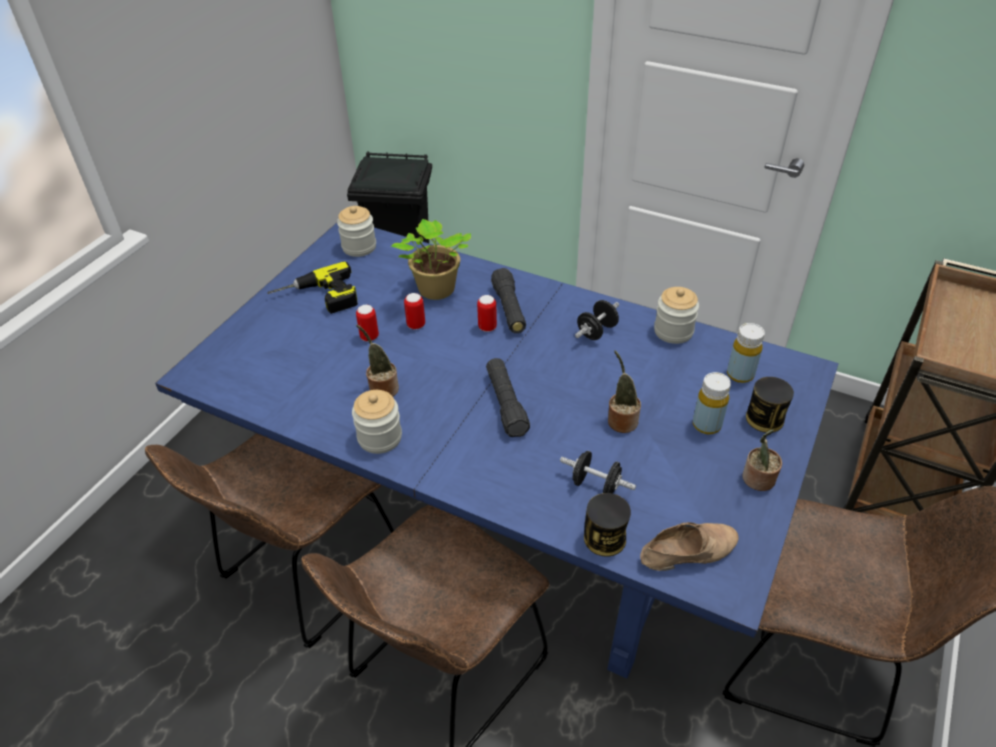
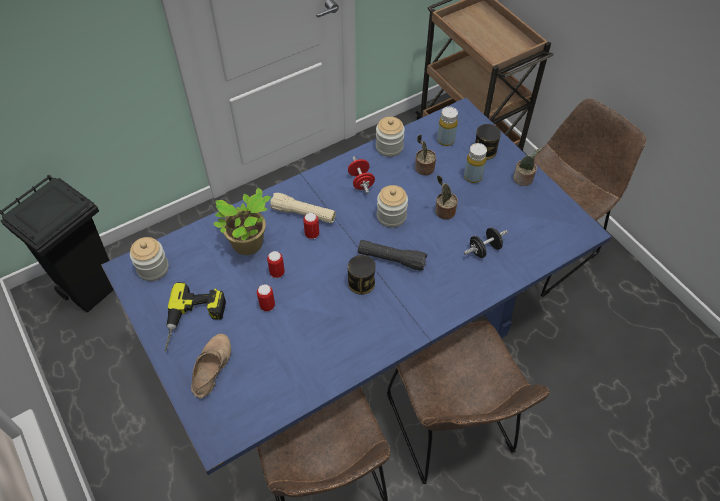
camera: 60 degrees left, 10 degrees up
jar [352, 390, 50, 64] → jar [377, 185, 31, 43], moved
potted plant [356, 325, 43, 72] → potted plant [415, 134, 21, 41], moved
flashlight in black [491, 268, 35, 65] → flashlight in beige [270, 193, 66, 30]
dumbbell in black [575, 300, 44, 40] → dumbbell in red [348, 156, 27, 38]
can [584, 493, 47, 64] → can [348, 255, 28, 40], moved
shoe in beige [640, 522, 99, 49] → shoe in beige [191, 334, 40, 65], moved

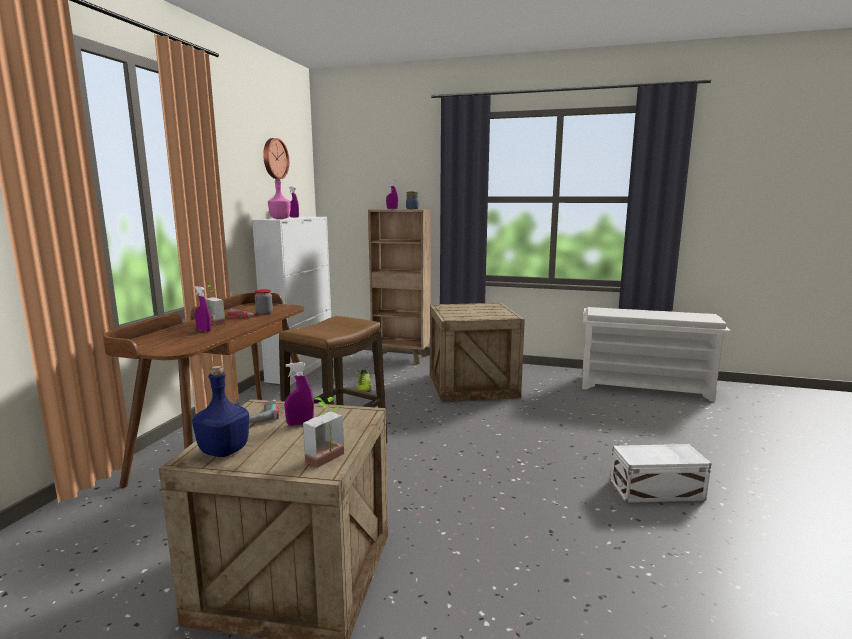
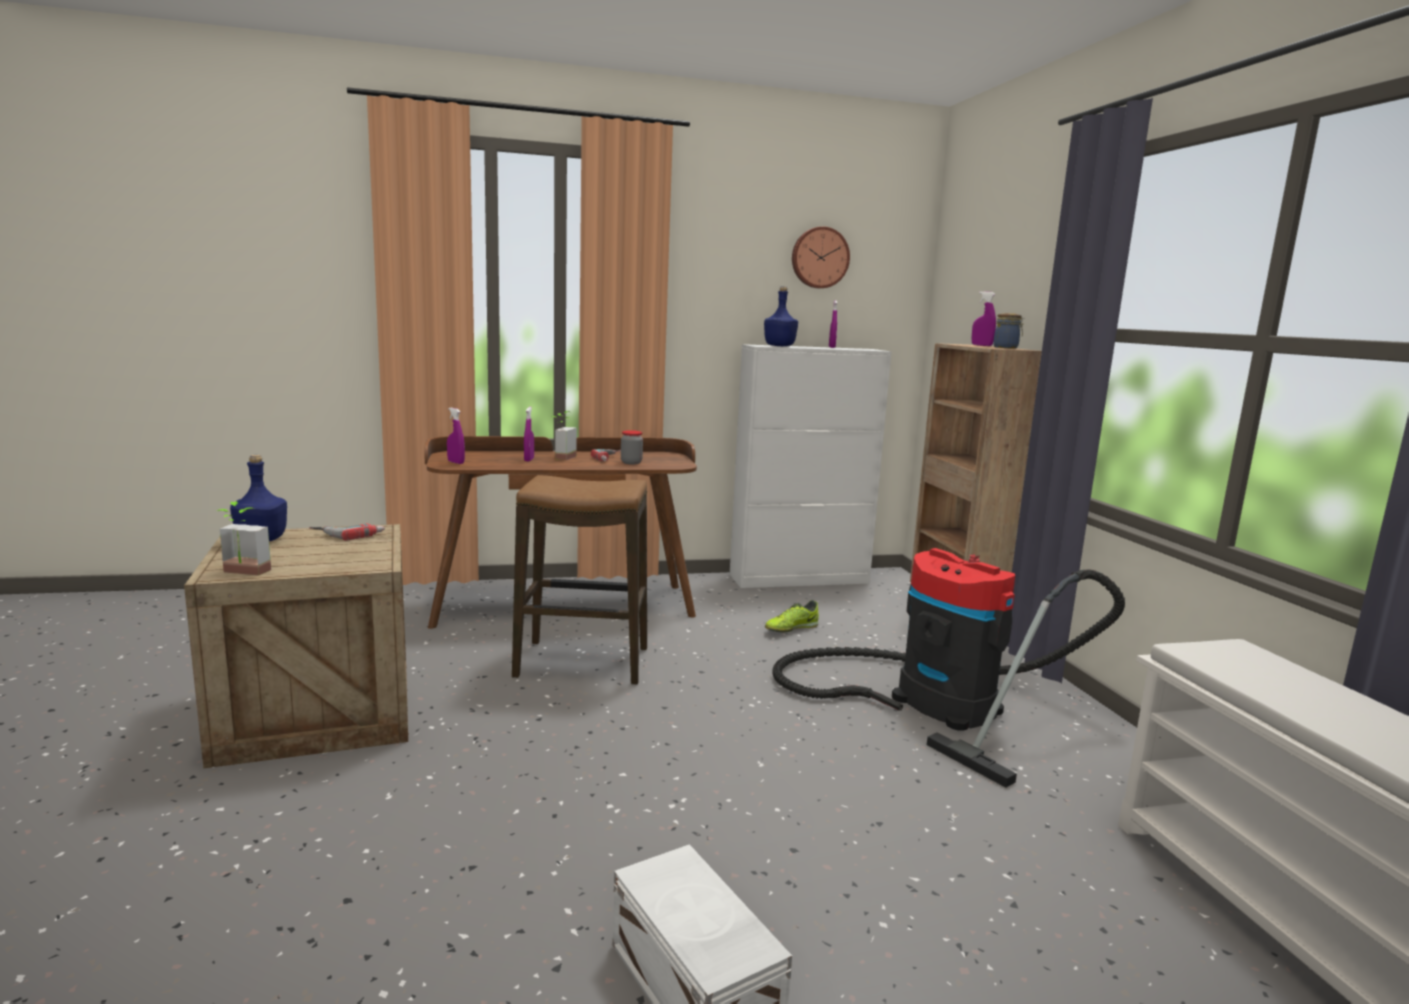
camera: 60 degrees right, 0 degrees up
bottle in pink [268, 178, 23, 41] → bottle in blue [764, 287, 34, 59]
spray bottle in purple [284, 362, 30, 64] → spray bottle in purple [447, 408, 18, 56], moved
crate [430, 303, 95, 99] → vacuum cleaner [772, 548, 353, 240]

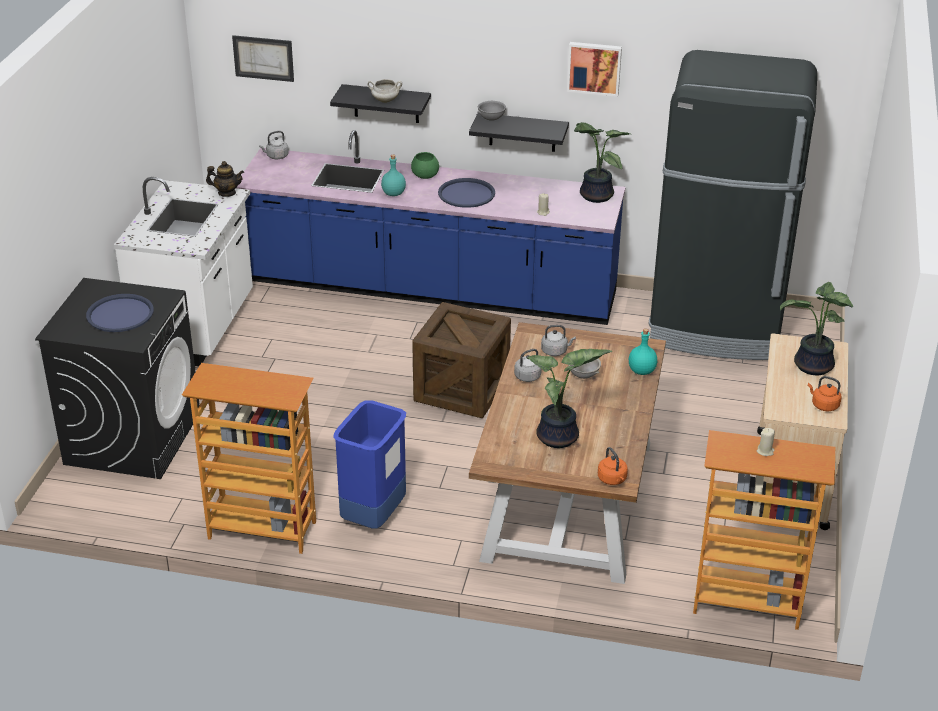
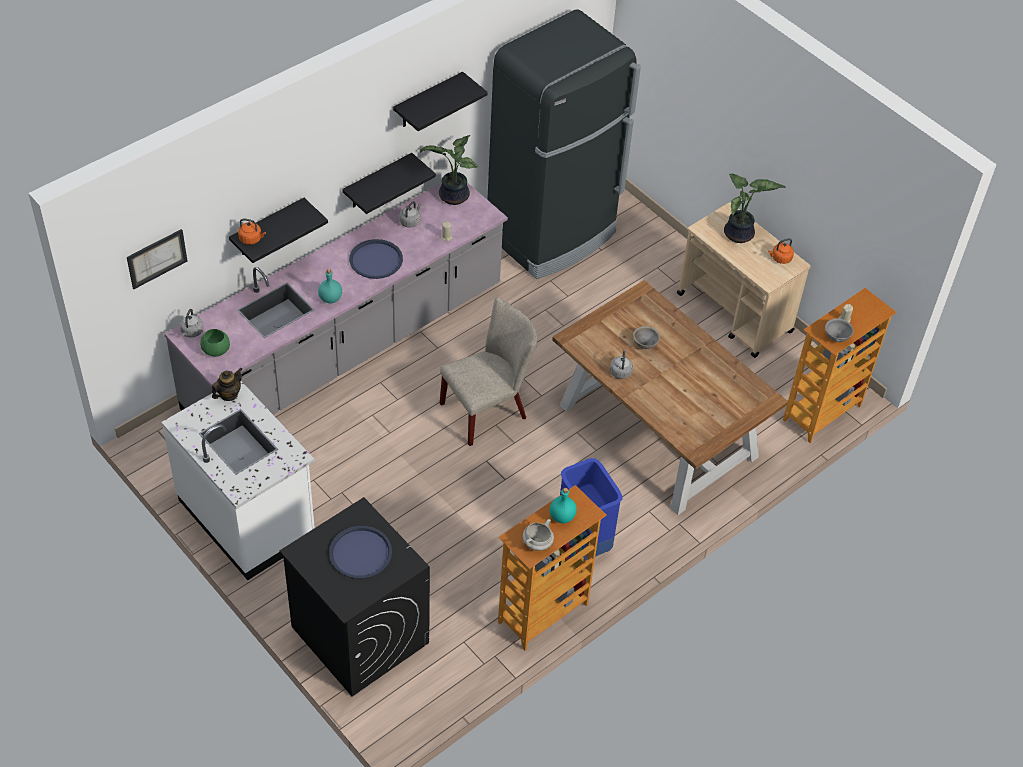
camera: 55 degrees left, 15 degrees up
counter in blue [236, 130, 389, 195] → counter in grey [164, 183, 344, 232]
cooking pot in white [367, 79, 35, 24] → cooking pot in white [522, 519, 32, 32], moved
bowl in green [411, 152, 28, 27] → bowl in green [200, 329, 30, 28], moved
crate [412, 302, 99, 116] → chair in beige [440, 297, 97, 149]
bowl in grey [478, 101, 28, 20] → bowl in grey [825, 318, 28, 24], moved
potted plant [527, 349, 85, 99] → -
kettle in grey [541, 325, 35, 31] → kettle in grey [399, 201, 22, 27], moved
picture [567, 42, 55, 55] → shelf in black [393, 72, 95, 59]
kettle in orange [598, 447, 30, 38] → kettle in orange [238, 218, 28, 27], moved
bottle in turquoise [629, 329, 28, 46] → bottle in turquoise [549, 488, 28, 35], moved

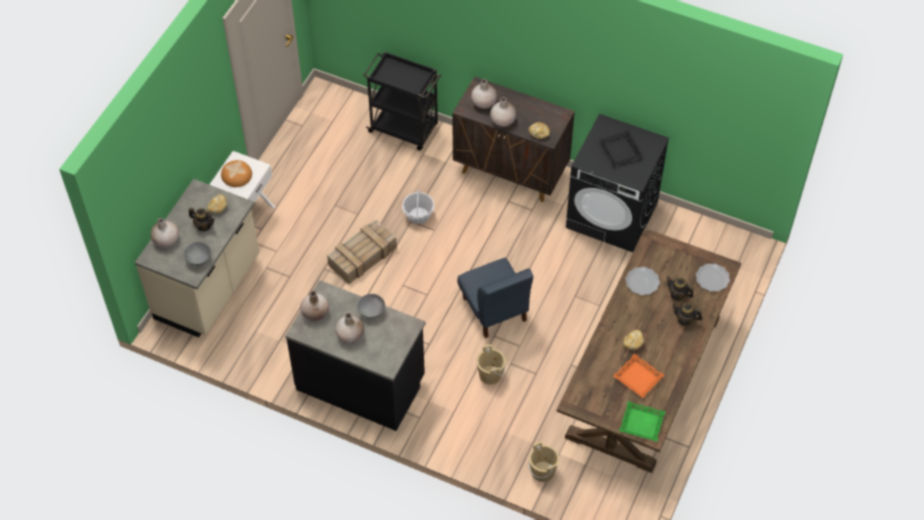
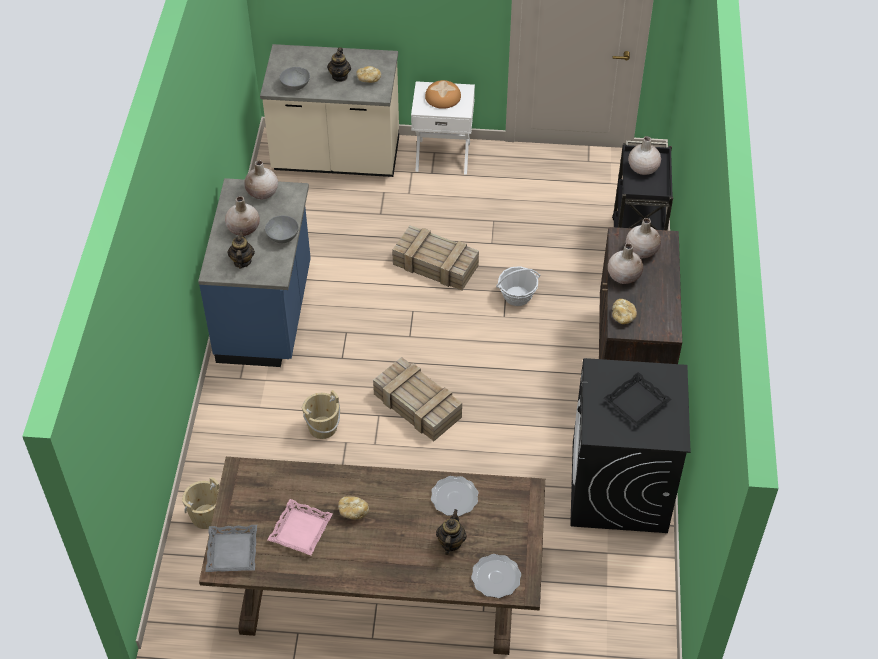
camera: 70 degrees right, 5 degrees down
vase in beige [151, 218, 28, 29] → vase in beige [628, 136, 33, 39], moved
counter in black [285, 280, 141, 151] → counter in blue [198, 178, 113, 189]
chair in blue [457, 258, 76, 80] → crate [373, 357, 89, 84]
tray in orange [613, 354, 52, 44] → tray in pink [267, 499, 66, 57]
tray in green [619, 401, 47, 41] → tray in grey [206, 525, 51, 47]
teapot [672, 303, 30, 23] → teapot [227, 230, 28, 39], moved

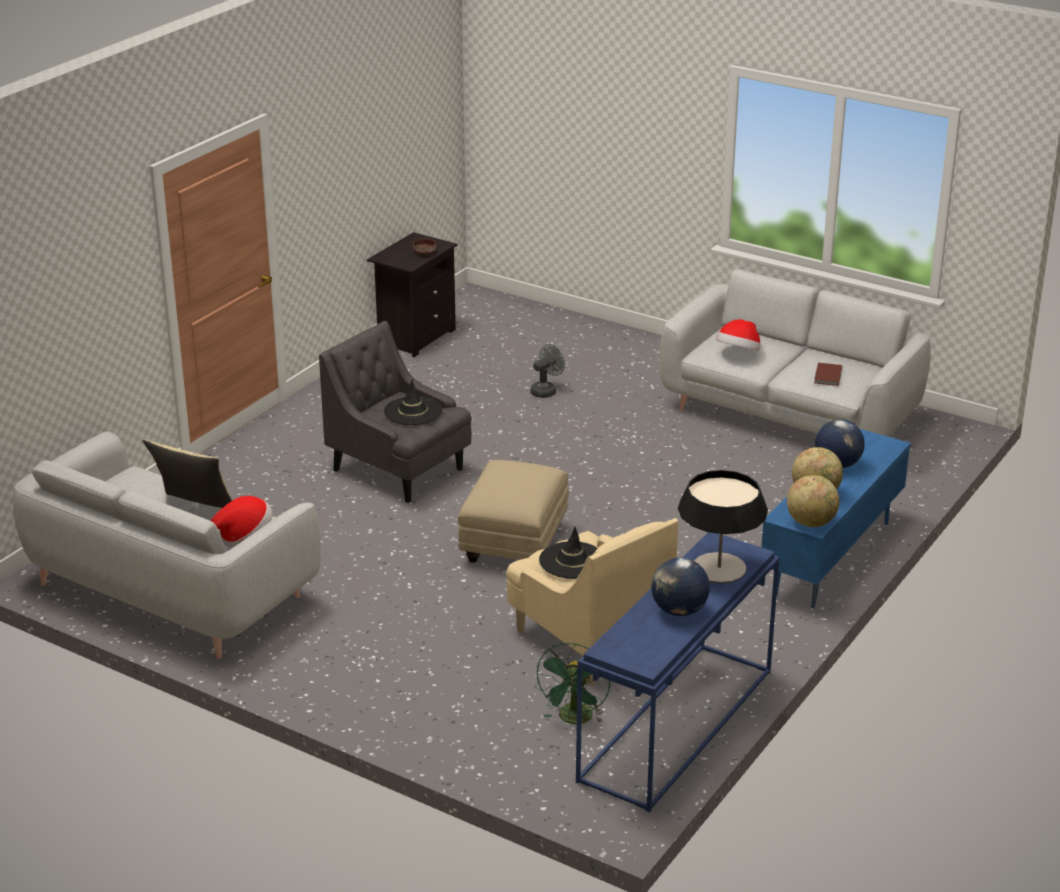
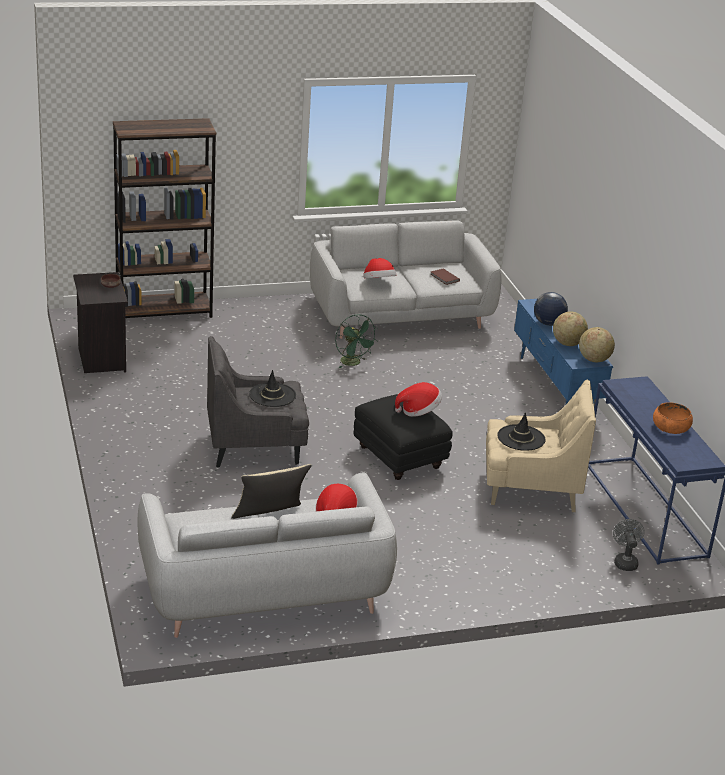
camera: 50 degrees left, 0 degrees up
ottoman in beige [458, 460, 111, 103] → ottoman in black [353, 394, 100, 86]
fan in grey [531, 344, 34, 54] → fan in grey [613, 519, 32, 52], moved
fan in green [535, 643, 75, 81] → fan in green [335, 314, 43, 54], moved
globe [651, 558, 59, 58] → bowl in orange [653, 402, 40, 32]
table lamp [678, 470, 90, 113] → -
- → bookcase in brown [113, 118, 103, 200]
- → hat [395, 382, 47, 35]

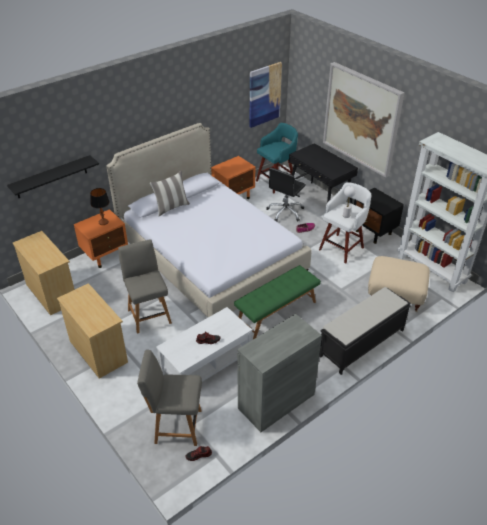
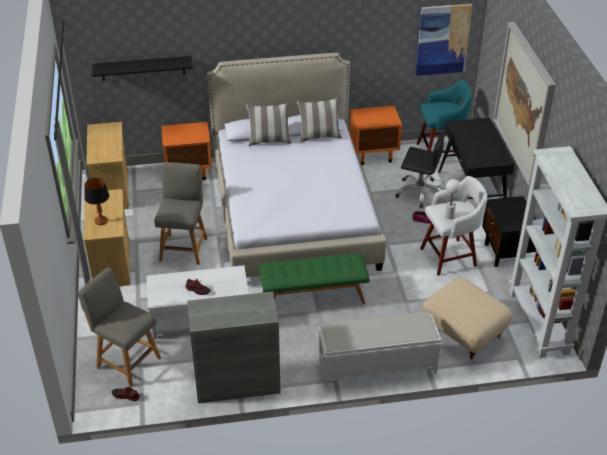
camera: 30 degrees right, 0 degrees up
table lamp [90, 188, 20, 37] → table lamp [84, 178, 25, 47], moved
office chair in black [266, 168, 40, 54] → office chair in black [395, 129, 51, 79], 135 degrees counterclockwise
bench in black [319, 287, 92, 88] → bench in white [318, 312, 124, 75]
- → pillow [297, 97, 45, 45]

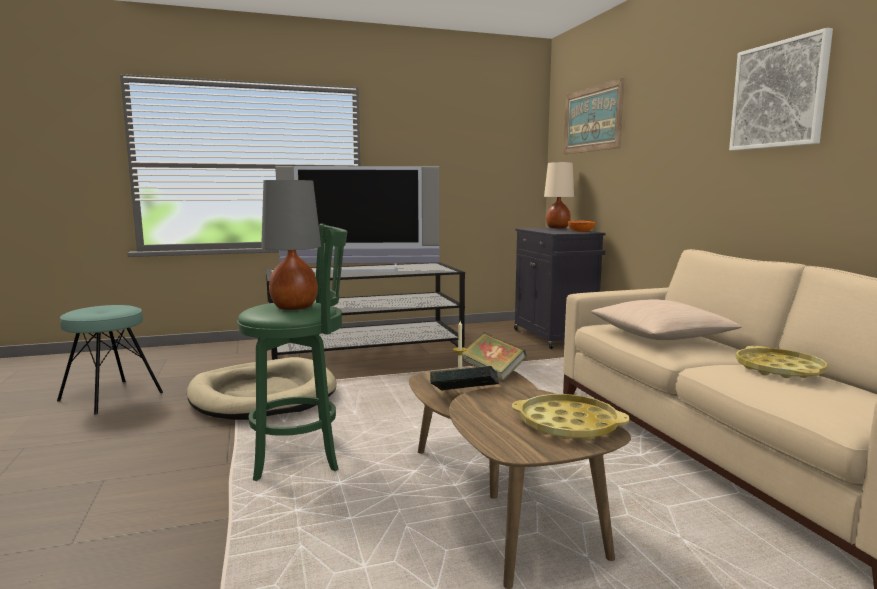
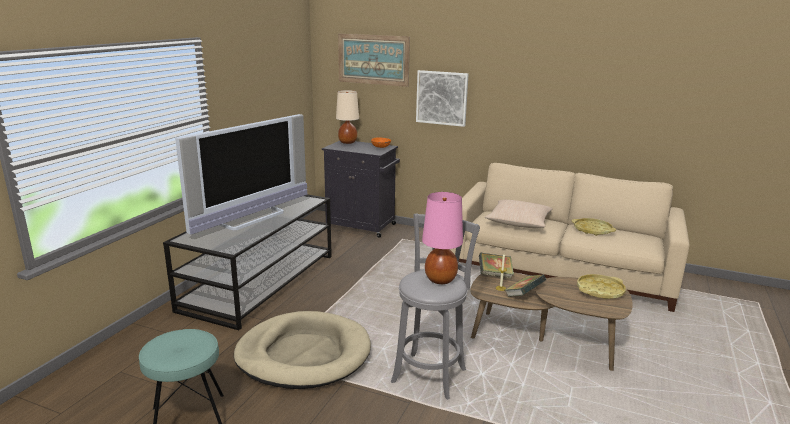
camera: 50 degrees left, 10 degrees up
stool in green [237, 224, 110, 257] → stool in grey [391, 214, 89, 186]
table lamp in grey [261, 180, 60, 130] → table lamp in pink [422, 192, 41, 92]
picture [729, 28, 104, 123] → picture [416, 70, 53, 57], moved

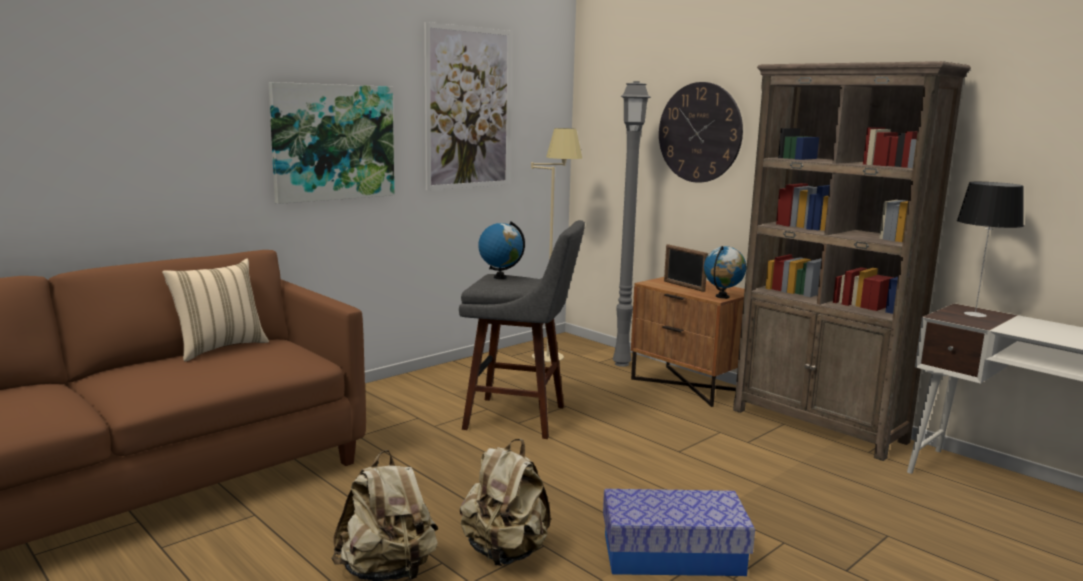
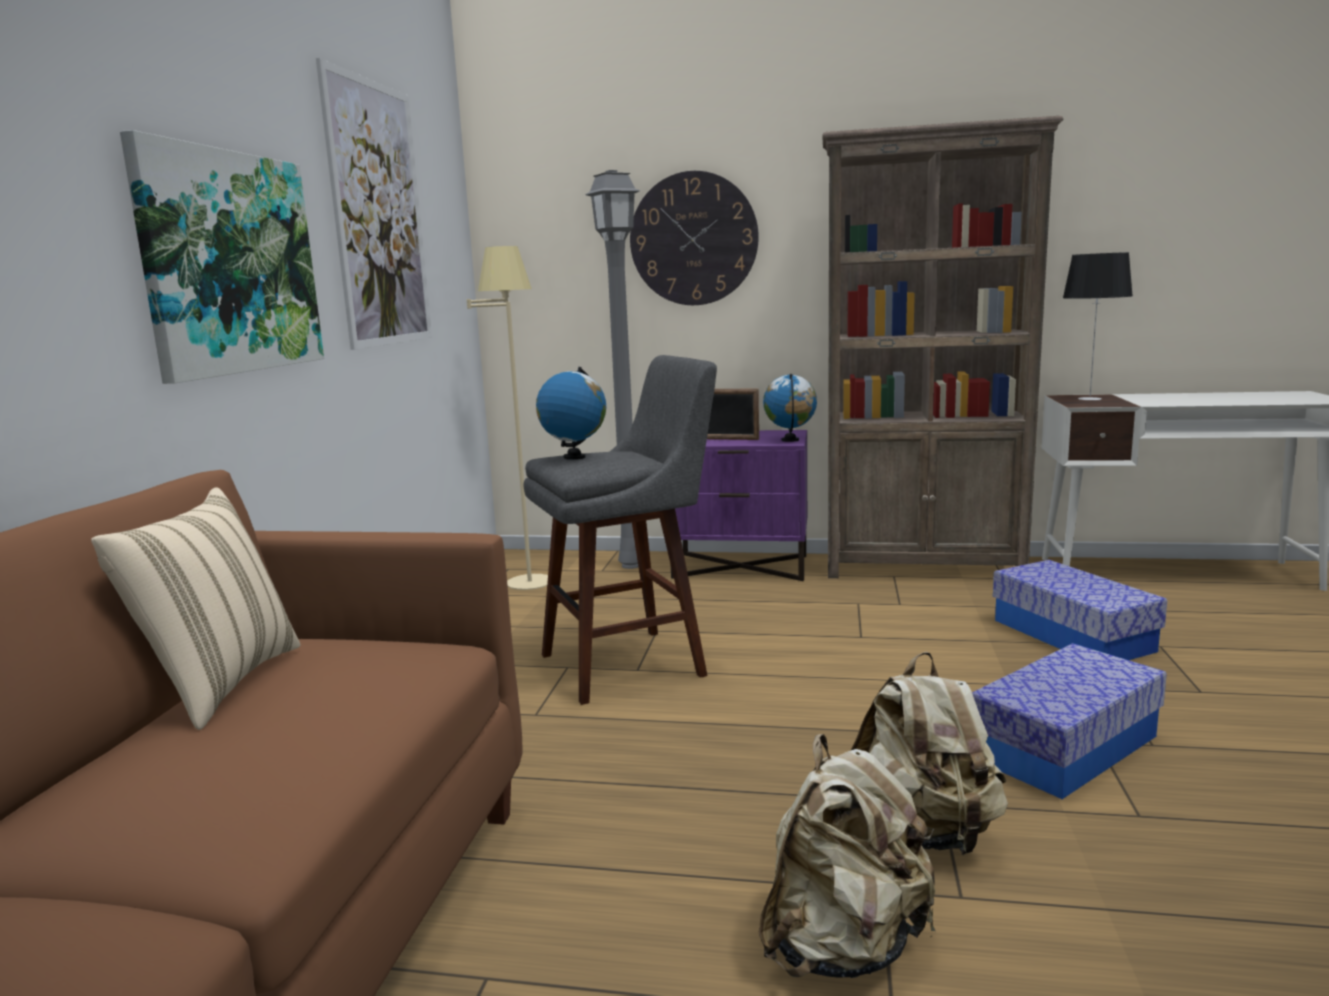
camera: 35 degrees left, 0 degrees up
nightstand in brown [631, 277, 114, 130] → nightstand in purple [671, 430, 136, 151]
- → storage box [993, 560, 174, 100]

